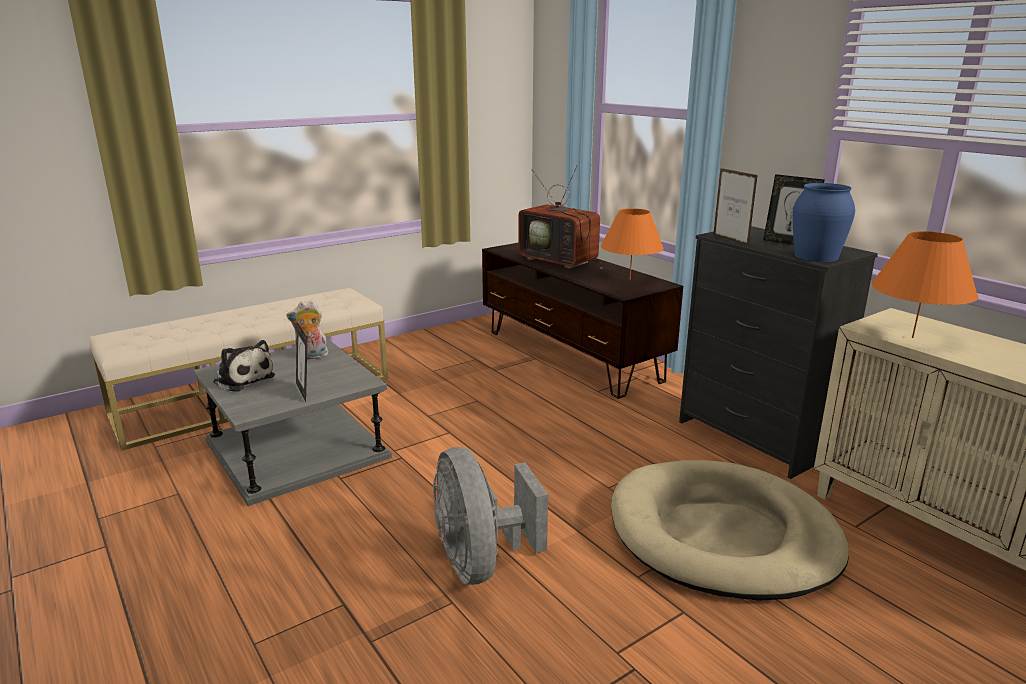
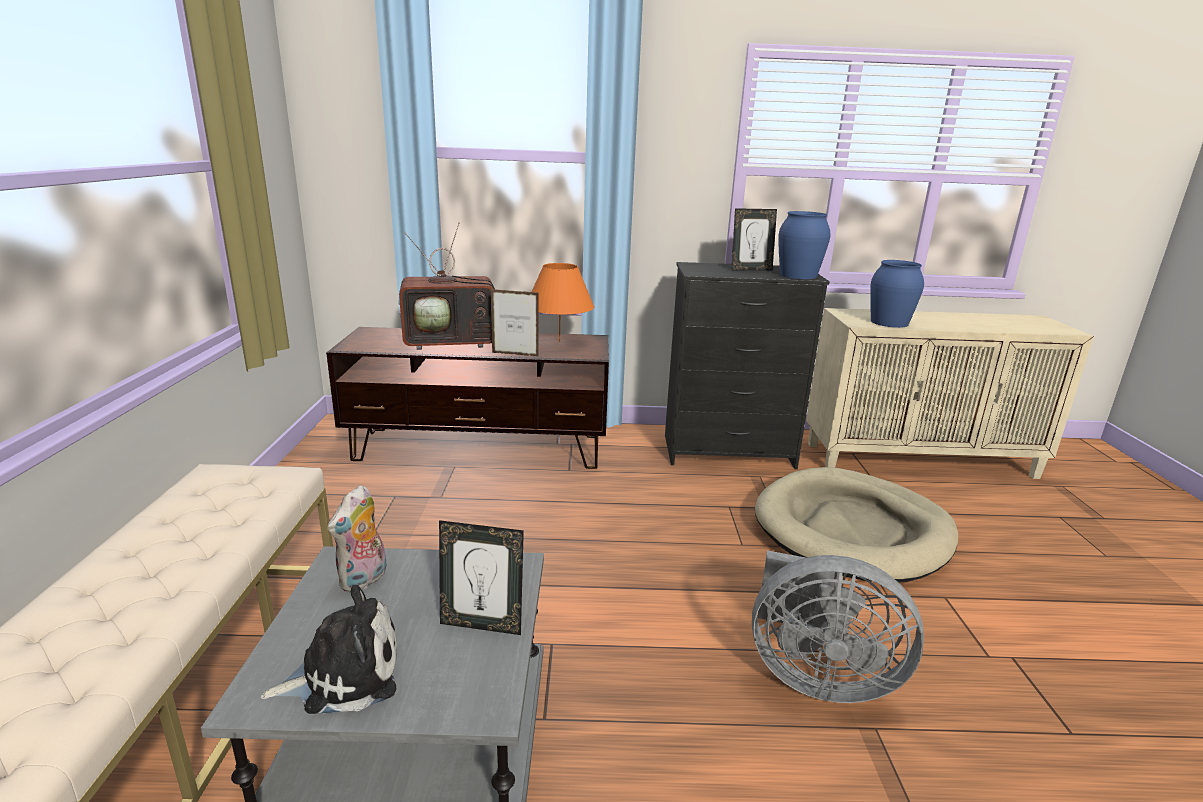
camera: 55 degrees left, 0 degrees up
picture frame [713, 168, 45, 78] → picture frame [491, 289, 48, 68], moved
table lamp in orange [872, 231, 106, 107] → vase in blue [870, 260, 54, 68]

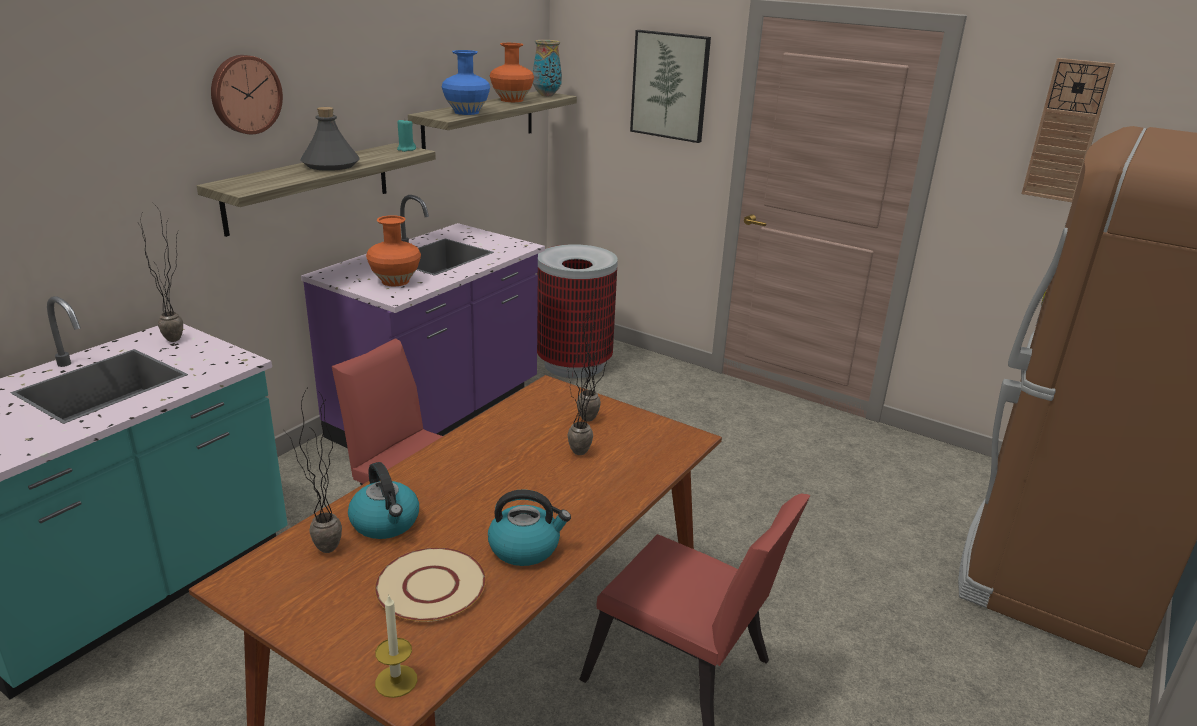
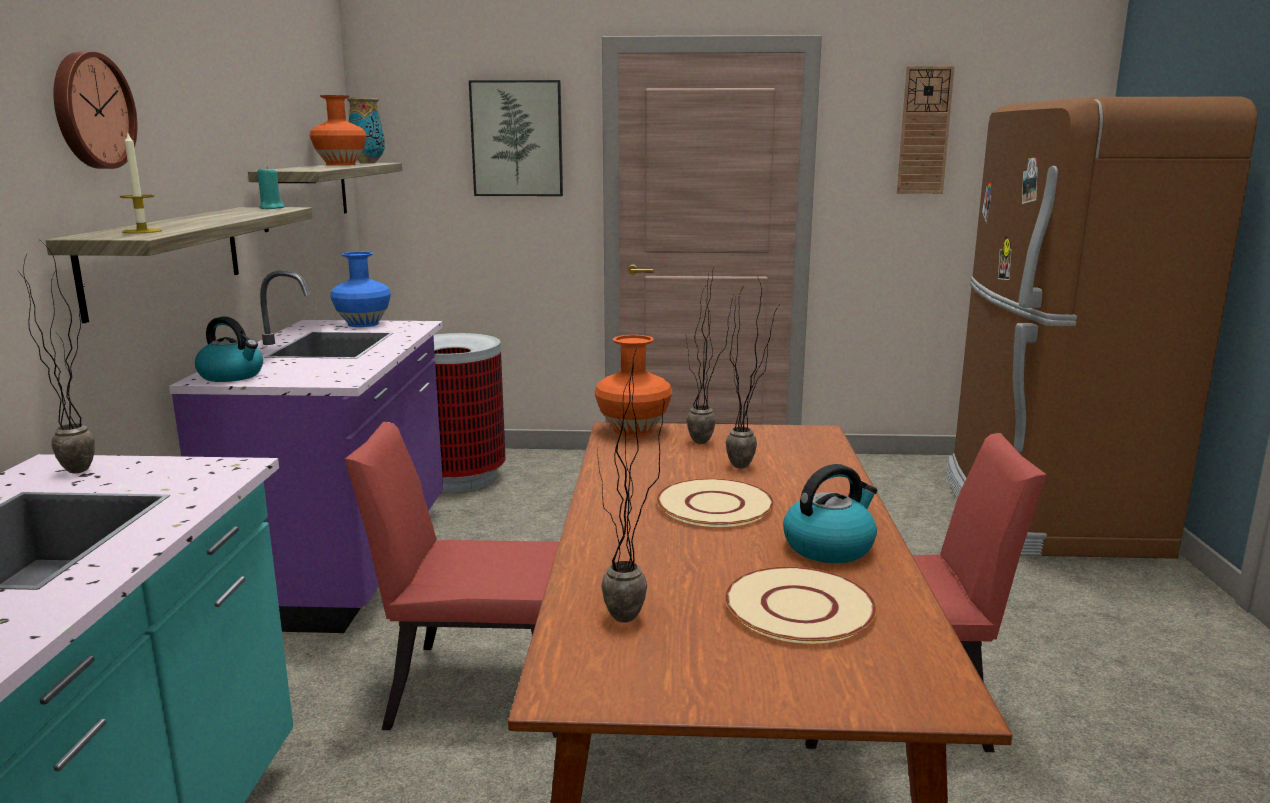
camera: 30 degrees left, 10 degrees down
bottle in grey [301, 107, 59, 64] → -
kettle [348, 462, 71, 77] → kettle [195, 317, 68, 65], moved
vase in orange [366, 215, 55, 71] → vase in orange [594, 335, 78, 102], moved
candle [375, 595, 42, 103] → candle [120, 131, 42, 102], moved
vase in blue [442, 50, 48, 65] → vase in blue [330, 252, 61, 75], moved
- → plate in beige [656, 478, 118, 49]

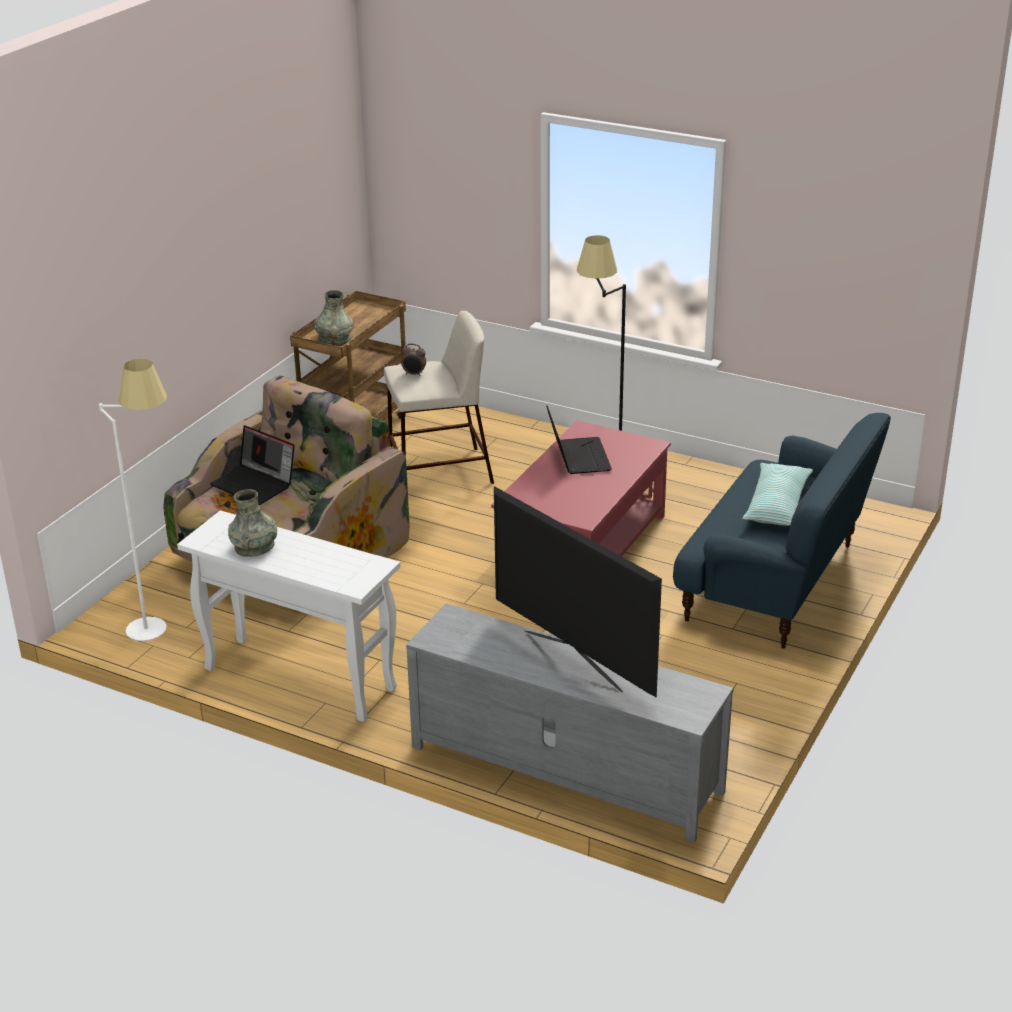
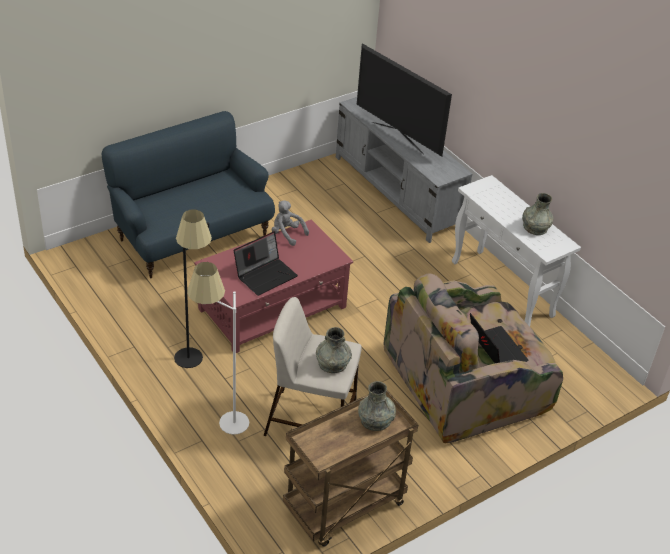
camera: 155 degrees left, 10 degrees up
floor lamp in white [99, 359, 68, 282] → floor lamp in white [187, 262, 62, 172], moved
alarm clock [401, 344, 25, 32] → vase in grey [316, 327, 36, 46]
television [494, 486, 168, 212] → television [357, 43, 95, 114], 150 degrees clockwise
laptop [546, 406, 66, 68] → laptop [233, 231, 65, 65], 150 degrees counterclockwise
pillow [742, 463, 71, 63] → -
- → plush toy in grey [272, 201, 37, 45]

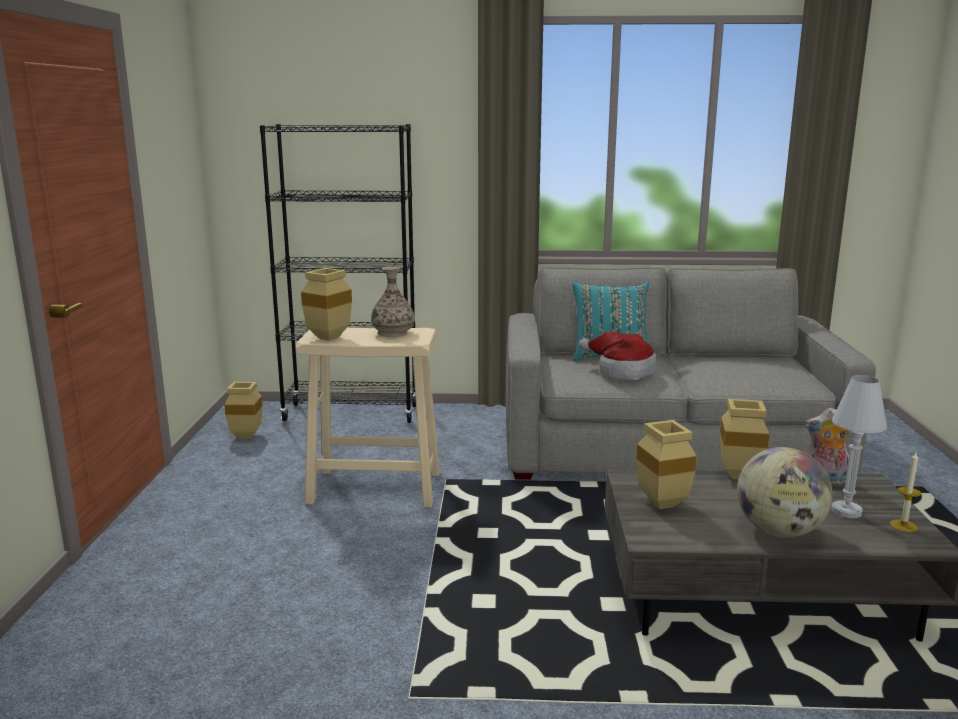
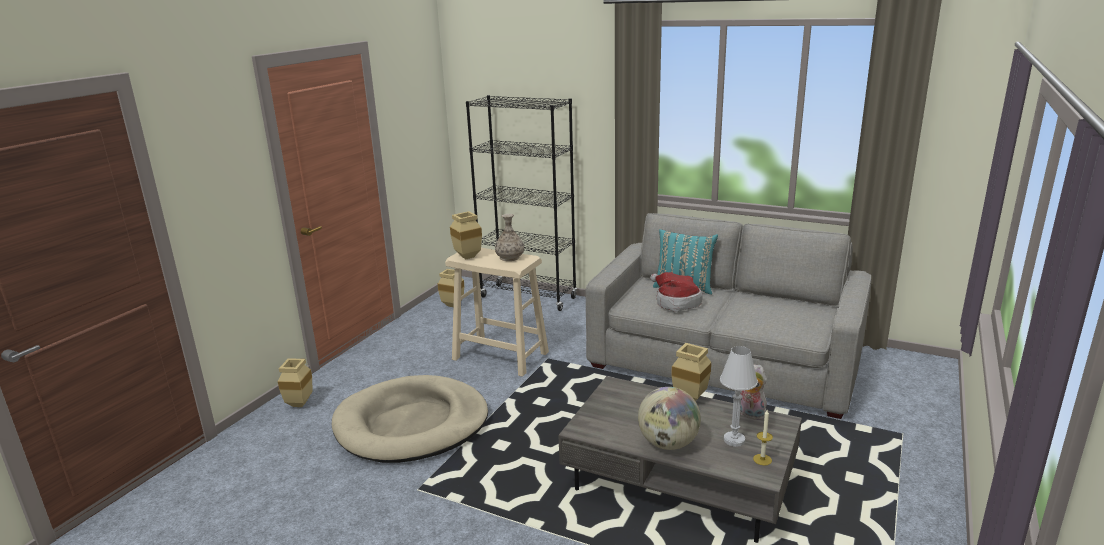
camera: 25 degrees right, 5 degrees up
vase in beige [636, 420, 61, 89] → vase in beige [278, 358, 34, 49], moved
- → dog bed in beige [332, 375, 156, 88]

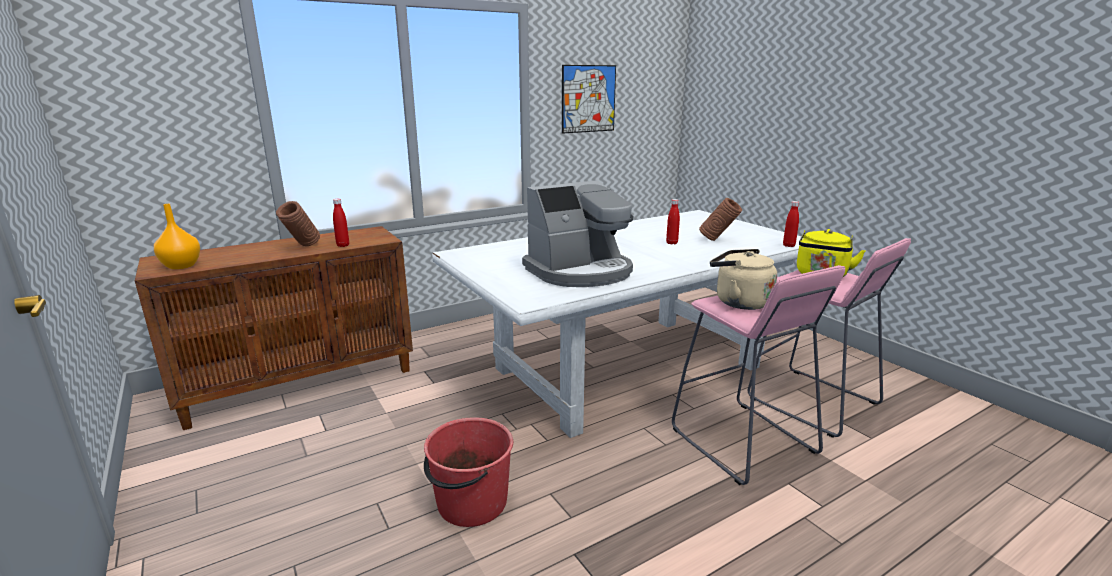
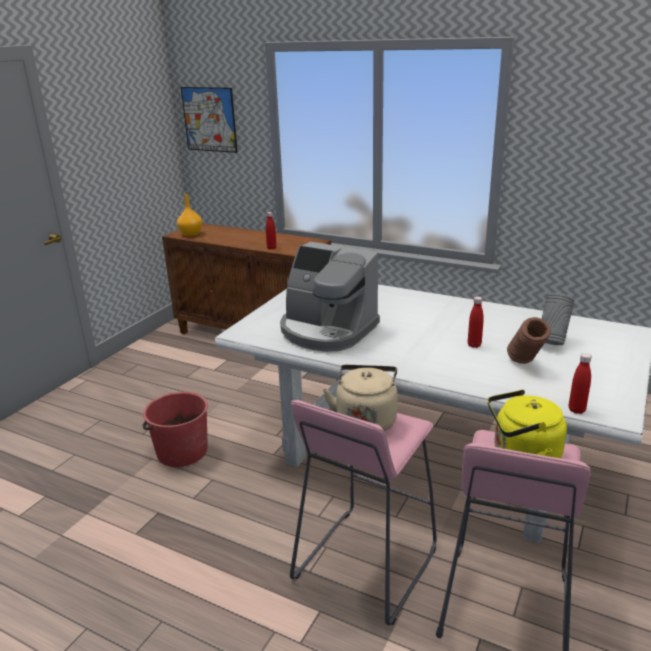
camera: 60 degrees right, 5 degrees up
vase in brown [276, 201, 44, 45] → -
picture [562, 65, 54, 69] → picture [181, 87, 57, 66], moved
- → vase in grey [541, 293, 33, 52]

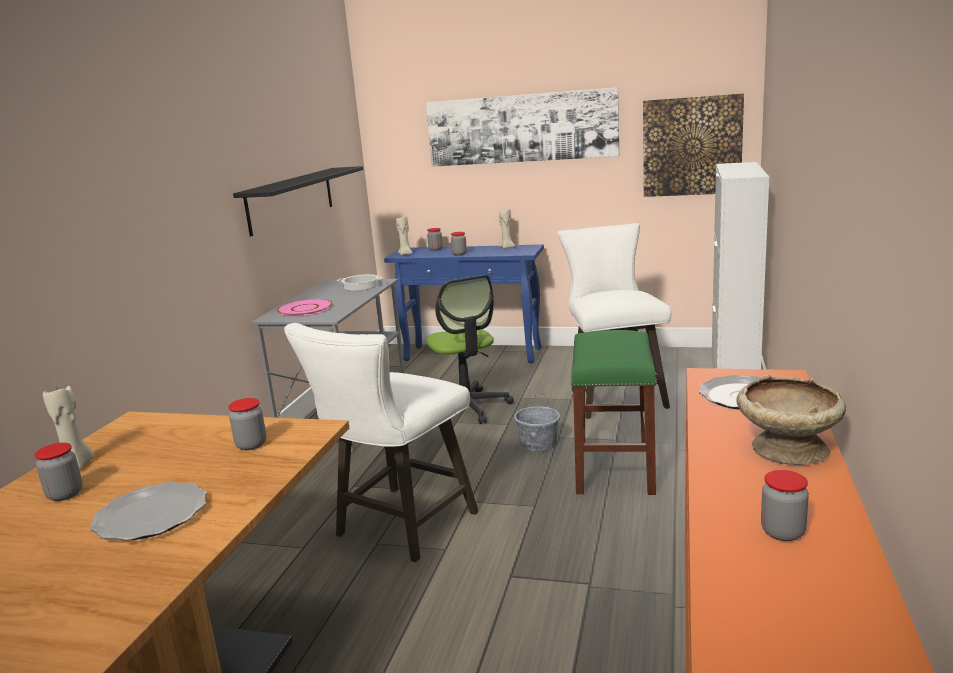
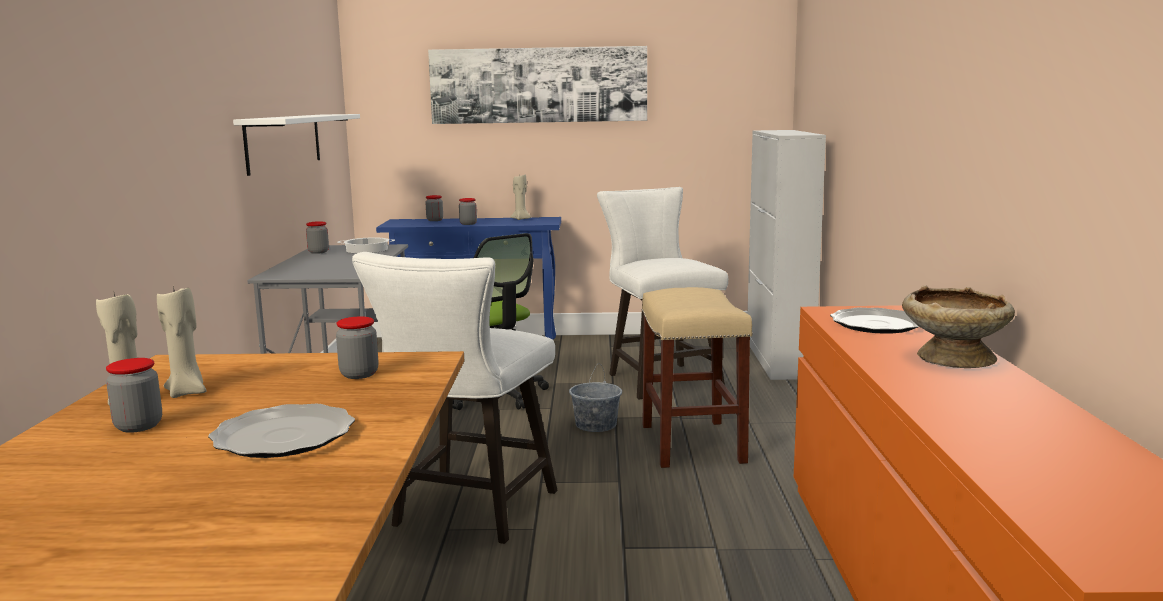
camera: 15 degrees left, 5 degrees down
shelf in black [233, 166, 130, 70] → shelf in white [233, 114, 127, 62]
plate in pink [277, 299, 55, 17] → -
candle in beige [396, 216, 16, 40] → candle in beige [157, 286, 50, 112], moved
stool in green [571, 330, 86, 165] → stool in beige [642, 287, 111, 181]
picture [643, 93, 101, 104] → -
jar [761, 470, 48, 71] → jar [306, 221, 23, 33], moved

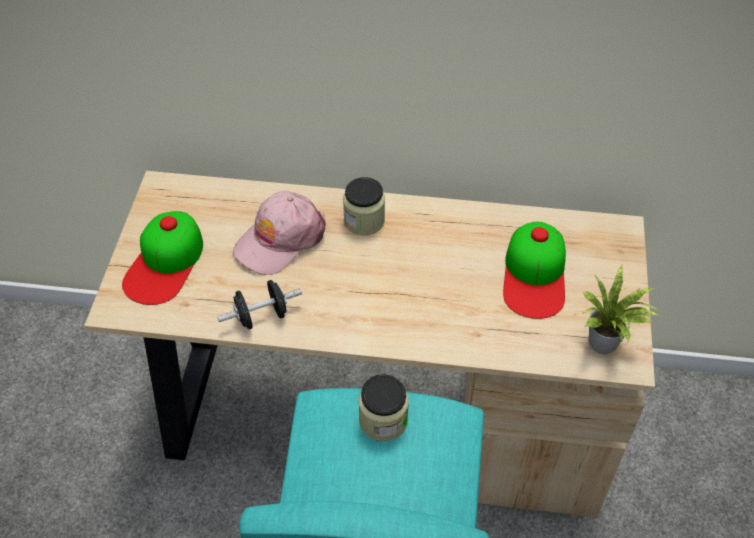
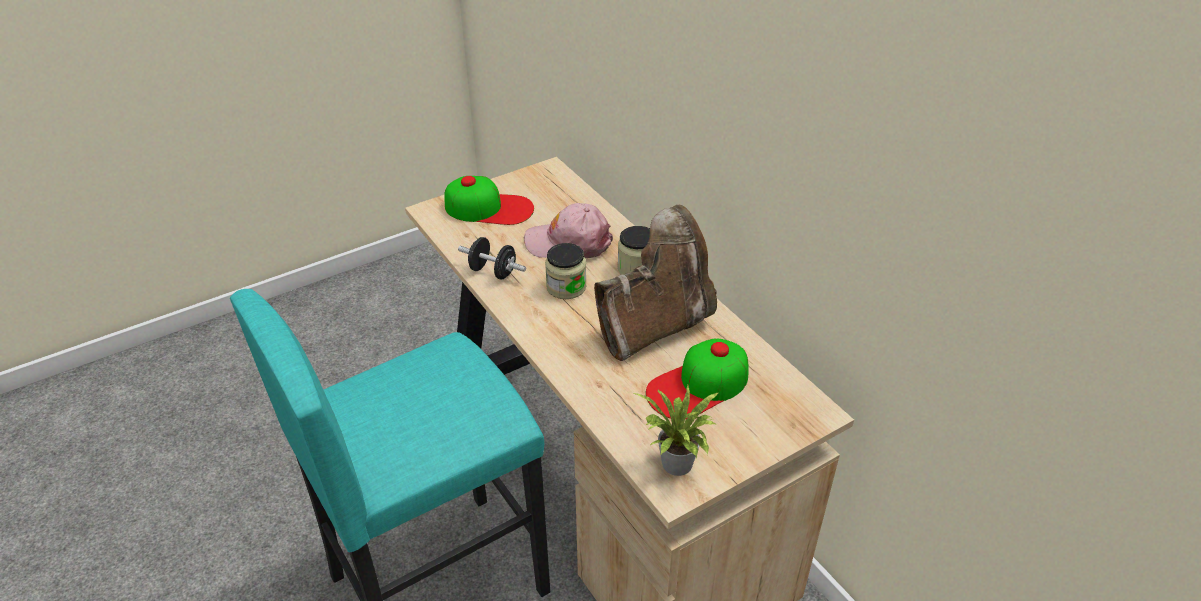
camera: 50 degrees right, 10 degrees down
cap [122, 211, 81, 94] → cap [444, 176, 90, 49], 150 degrees counterclockwise
jar [358, 374, 51, 67] → jar [545, 243, 42, 56], moved
- → boot in brown [594, 205, 123, 156]

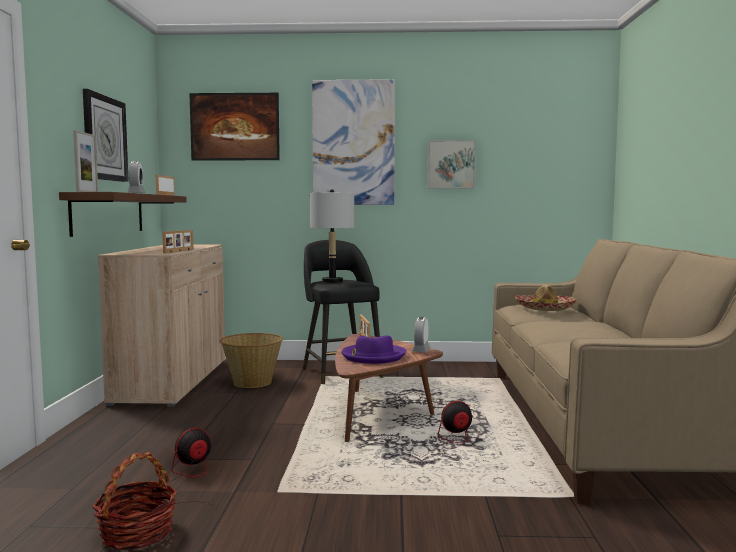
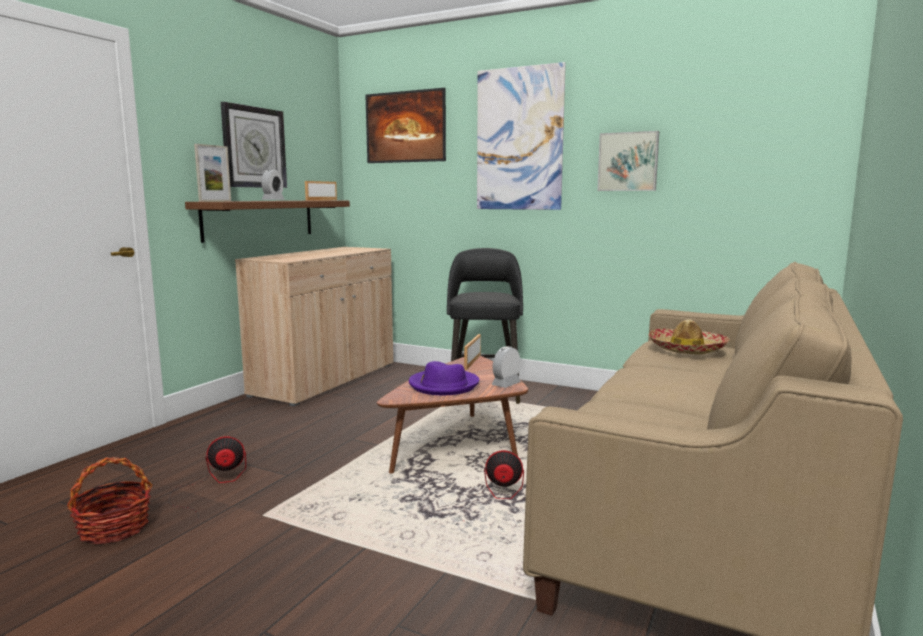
camera: 25 degrees right, 5 degrees up
picture frame [162, 230, 31, 23] → -
basket [220, 333, 63, 55] → -
table lamp in grey [310, 189, 44, 94] → -

